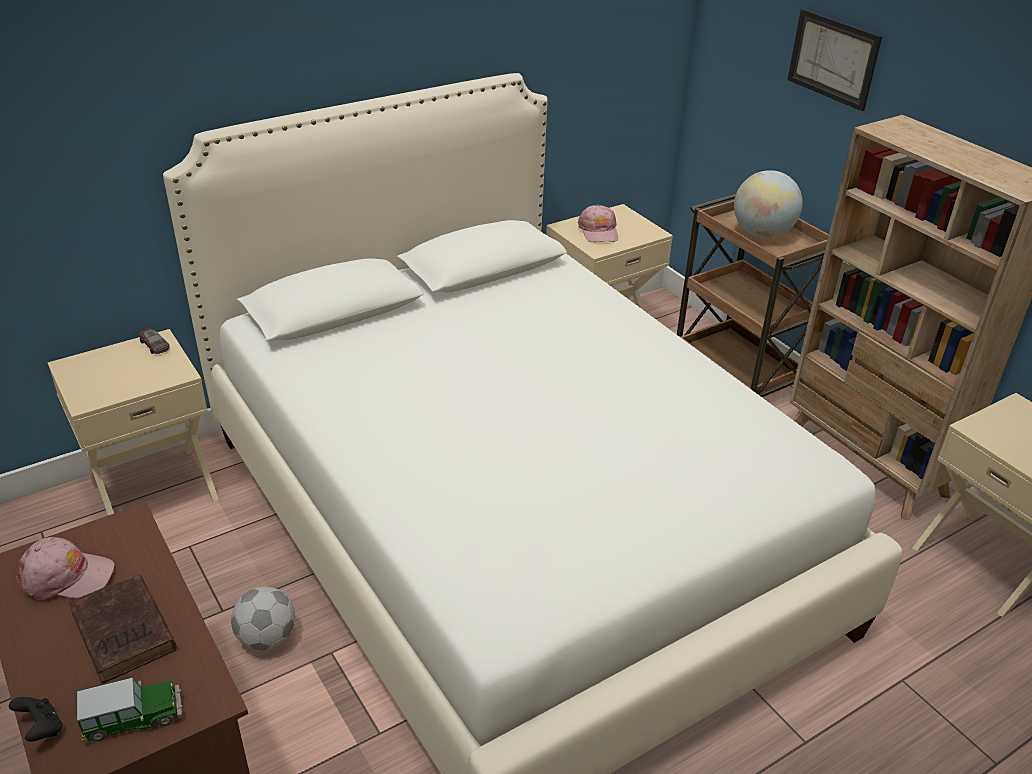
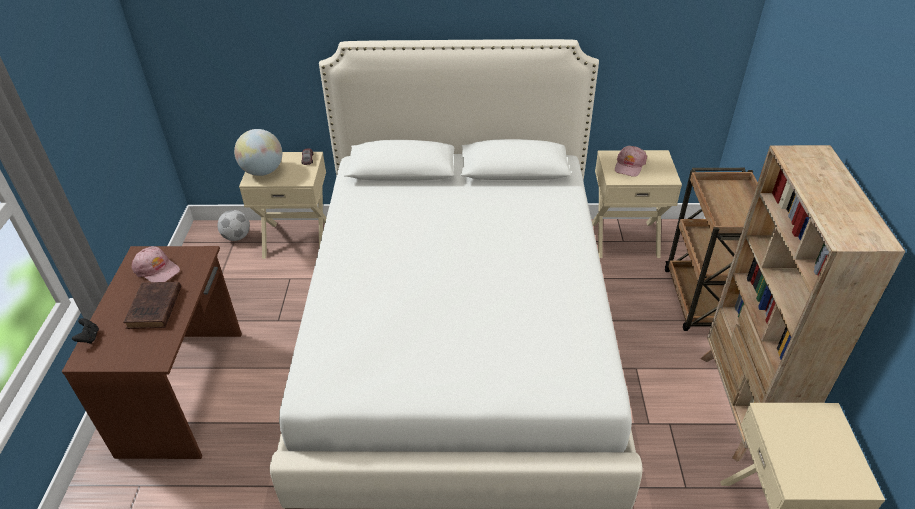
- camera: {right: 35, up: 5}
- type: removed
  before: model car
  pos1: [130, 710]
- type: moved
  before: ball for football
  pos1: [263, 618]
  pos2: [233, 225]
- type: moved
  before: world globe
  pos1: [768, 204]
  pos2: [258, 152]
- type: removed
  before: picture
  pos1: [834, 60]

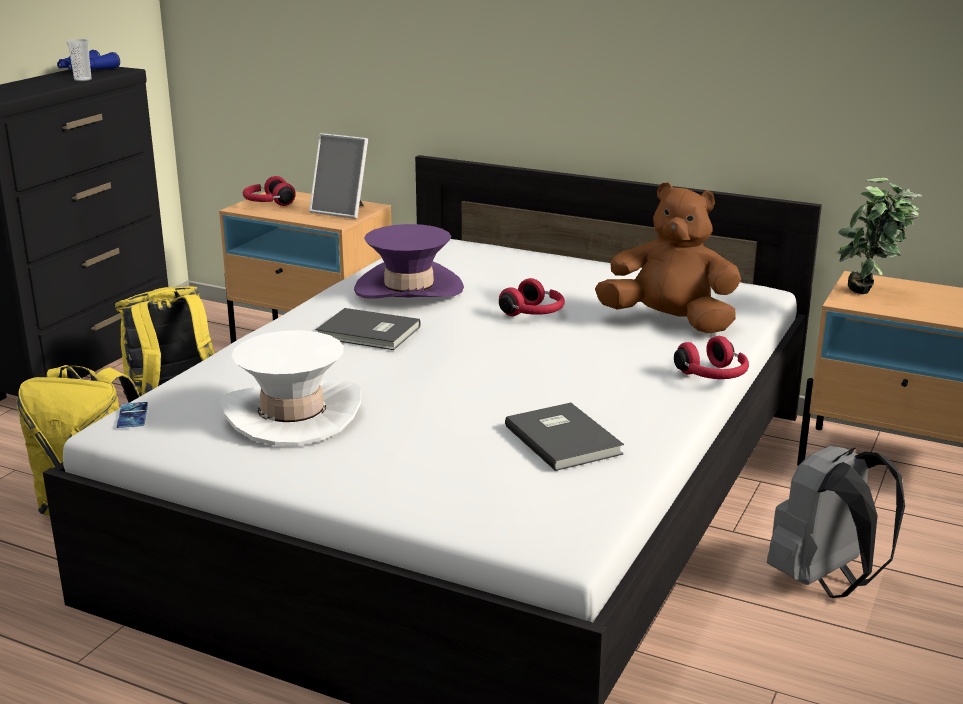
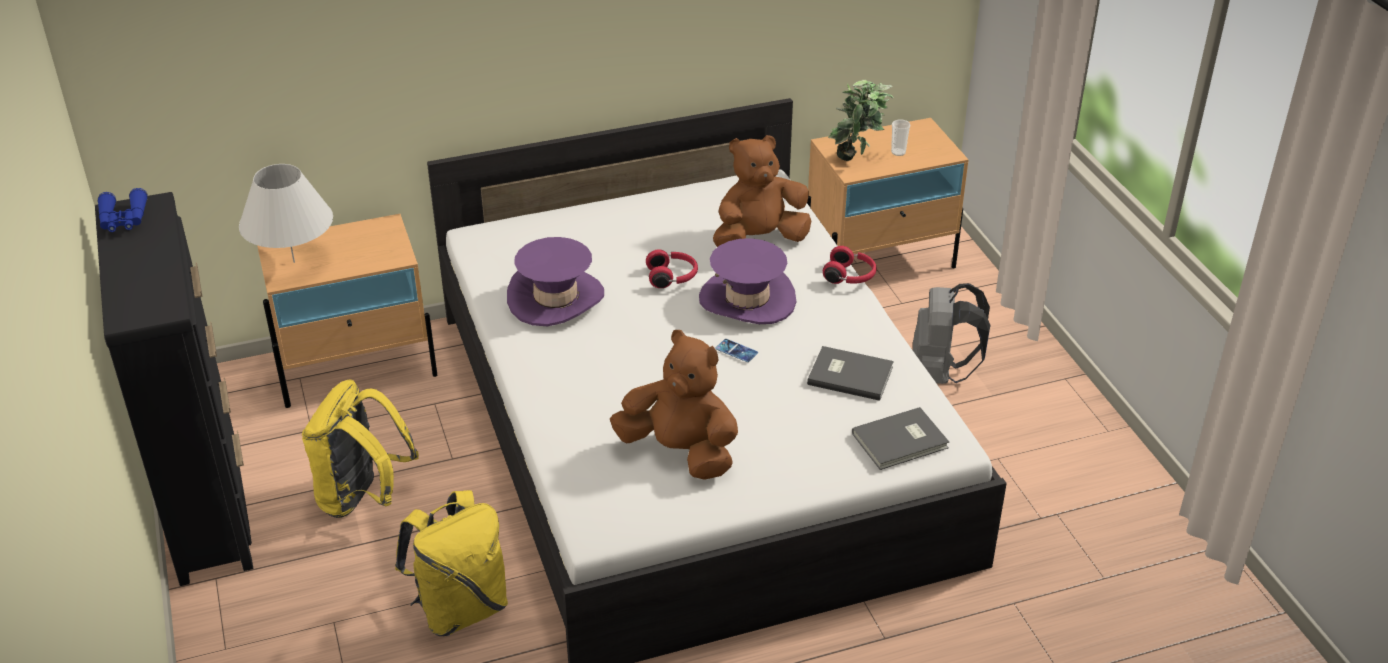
- camera: {right: -45, up: 15}
- type: moved
  before: drinking cup
  pos1: [79, 60]
  pos2: [901, 137]
- type: moved
  before: handset
  pos1: [132, 415]
  pos2: [737, 350]
- type: replaced
  before: white wearable hat
  after: brown soft toy
  pos1: [290, 388]
  pos2: [674, 405]
- type: replaced
  before: red pair of headphones
  after: white lamp for a table
  pos1: [269, 191]
  pos2: [286, 213]
- type: removed
  before: standing frame
  pos1: [338, 176]
- type: moved
  before: greyish bound book
  pos1: [368, 329]
  pos2: [900, 438]
- type: added
  after: purple wearable hat
  pos2: [747, 281]

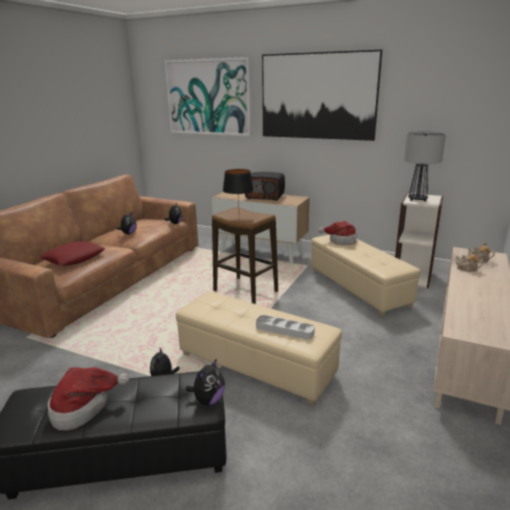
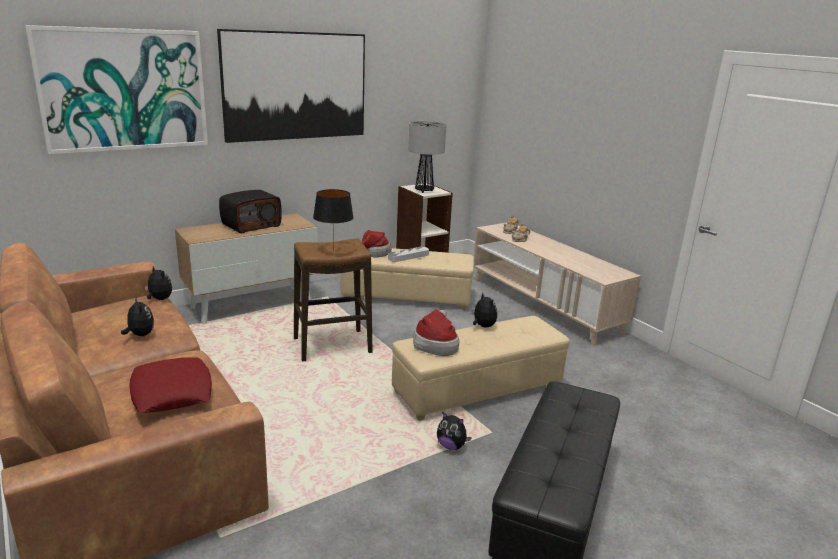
- camera: {right: -60, up: 0}
- type: moved
  before: wearable hat
  pos1: [88, 398]
  pos2: [436, 333]
- type: moved
  before: soft toy
  pos1: [205, 381]
  pos2: [484, 310]
- type: moved
  before: greyish tray
  pos1: [285, 327]
  pos2: [408, 254]

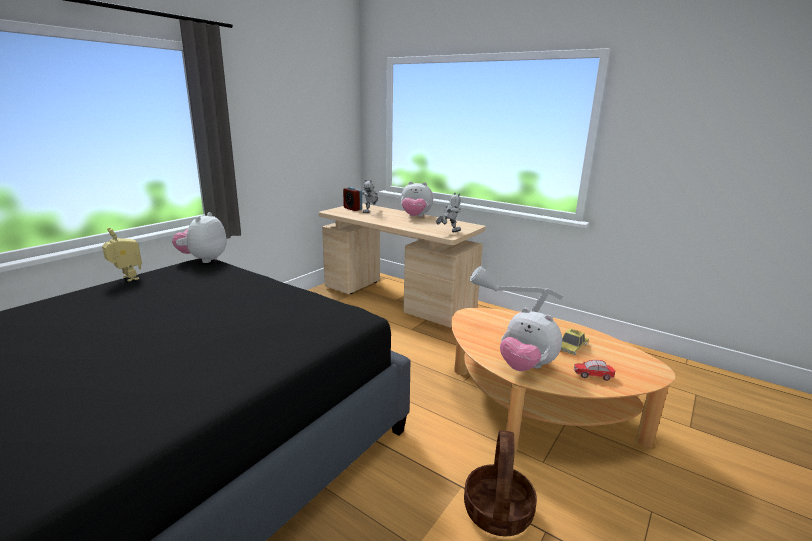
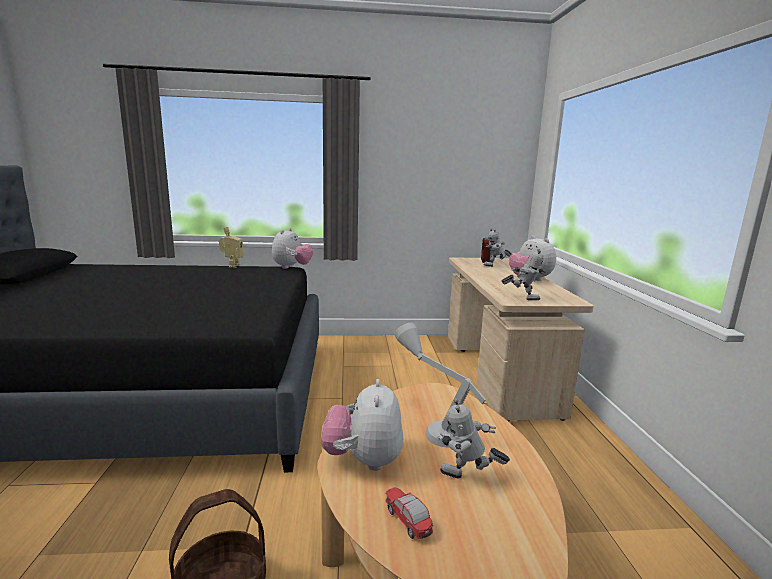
- camera: {right: 50, up: -5}
- type: turned
  before: soft toy
  pos1: [199, 237]
  pos2: [292, 248]
  turn: 135
- type: replaced
  before: model car
  after: model robot
  pos1: [575, 341]
  pos2: [474, 438]

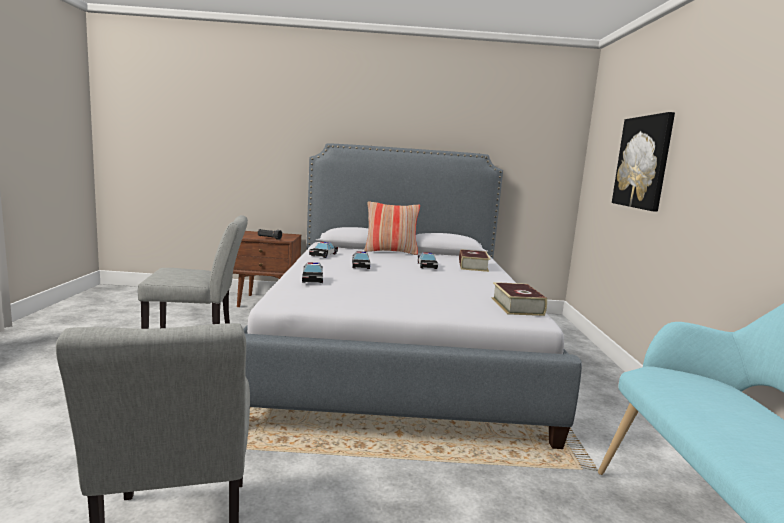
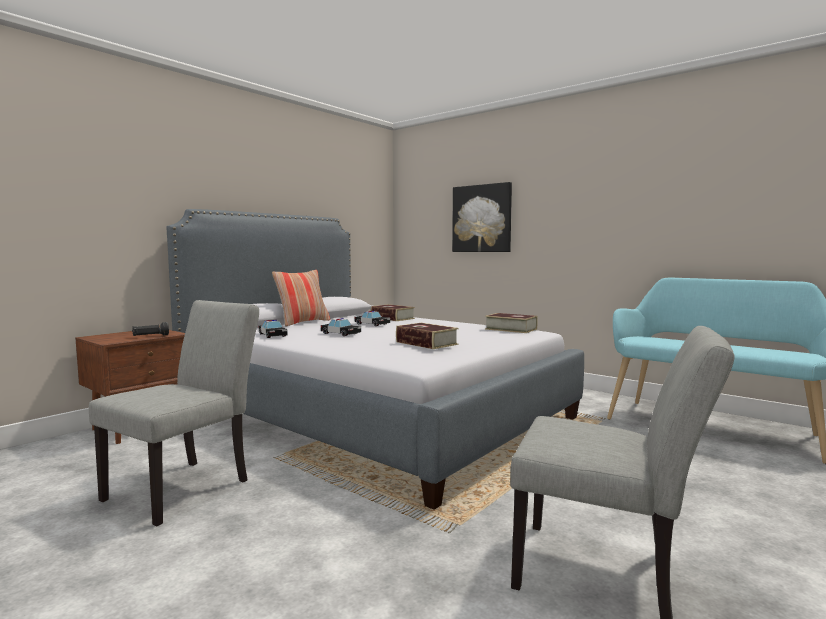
- camera: {right: -50, up: -5}
- type: removed
  before: model car
  pos1: [312, 272]
- type: added
  after: bound book
  pos2: [427, 336]

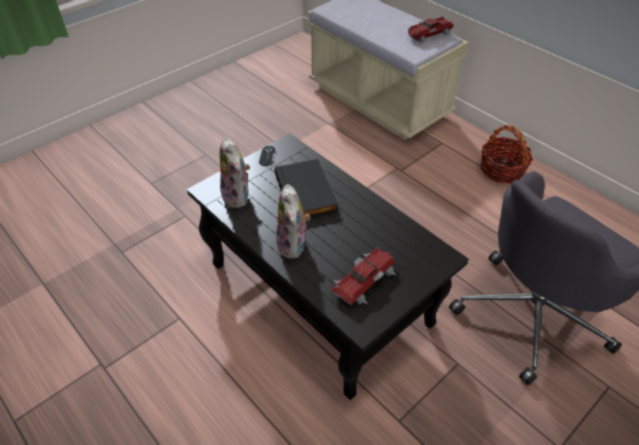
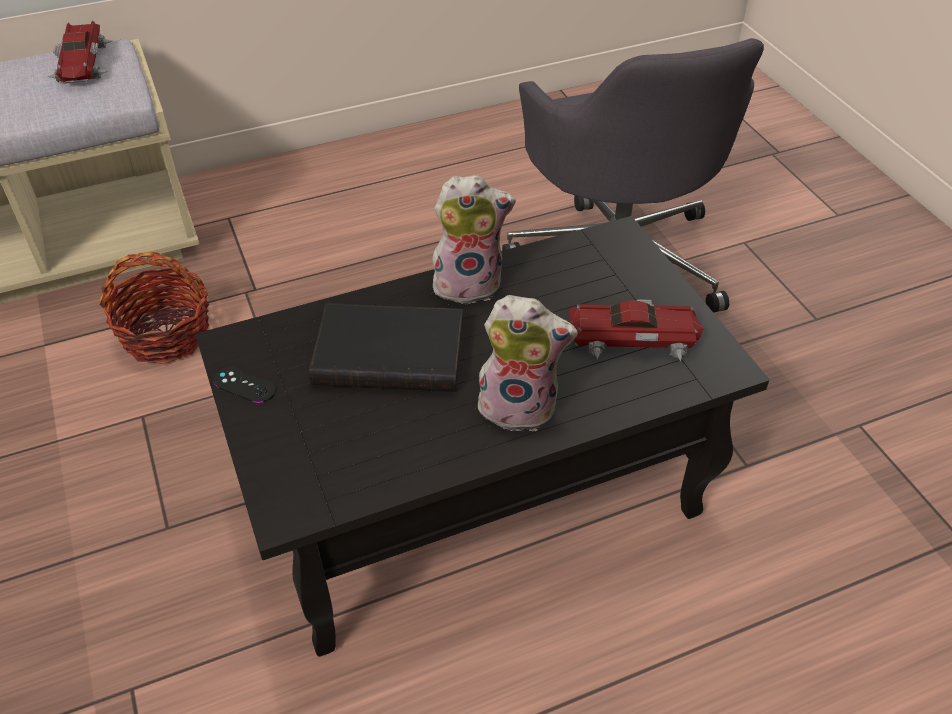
- camera: {right: -70, up: 0}
- type: moved
  before: soft toy
  pos1: [235, 172]
  pos2: [474, 240]
- type: turned
  before: model car
  pos1: [364, 276]
  pos2: [637, 330]
  turn: 120
- type: moved
  before: storage basket
  pos1: [507, 154]
  pos2: [154, 308]

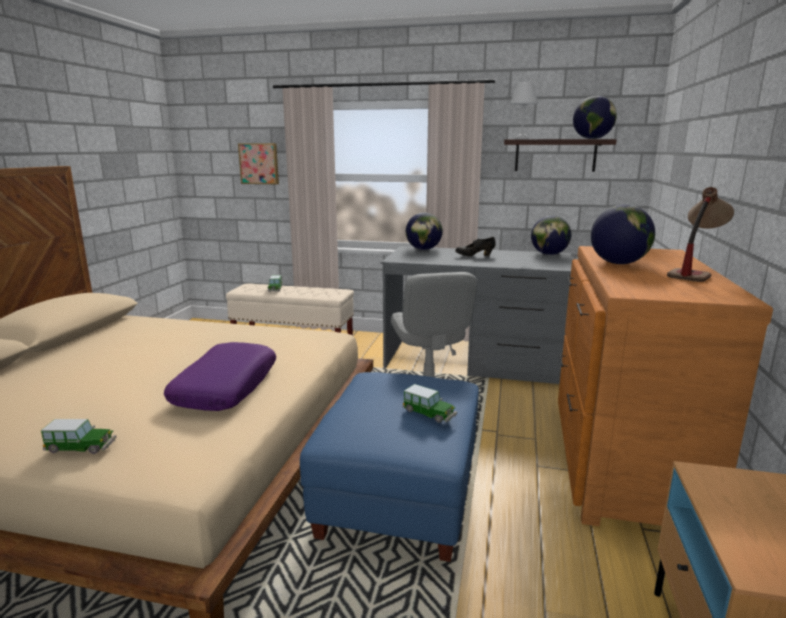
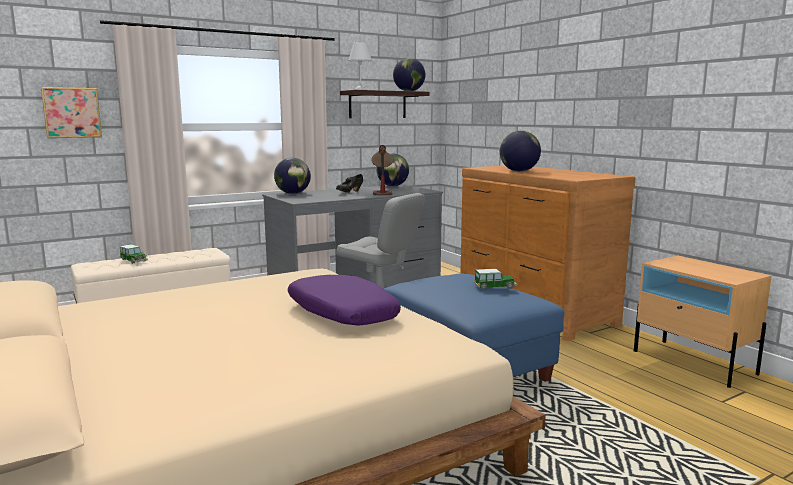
- camera: {right: -45, up: -5}
- type: removed
  before: model car
  pos1: [79, 436]
- type: moved
  before: lamp for a table
  pos1: [700, 234]
  pos2: [382, 170]

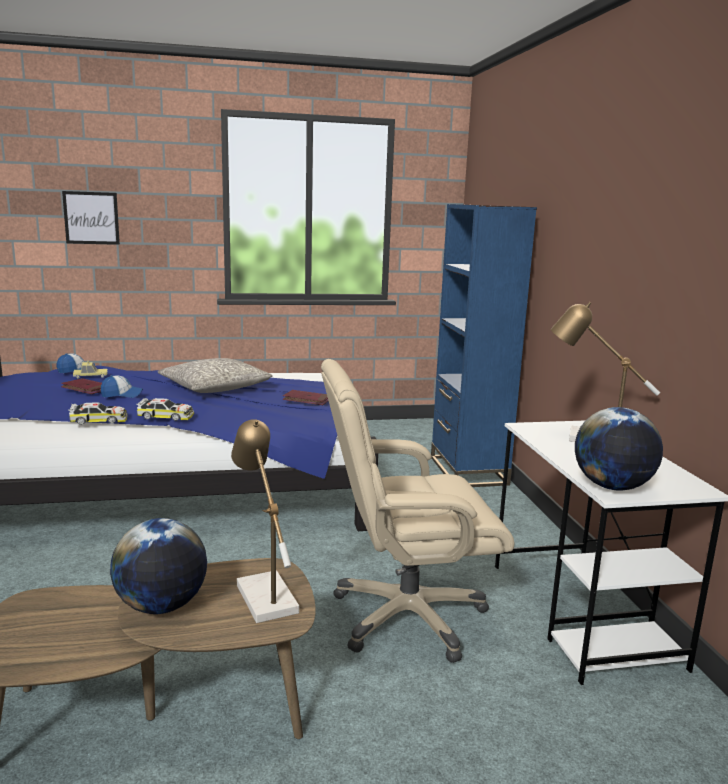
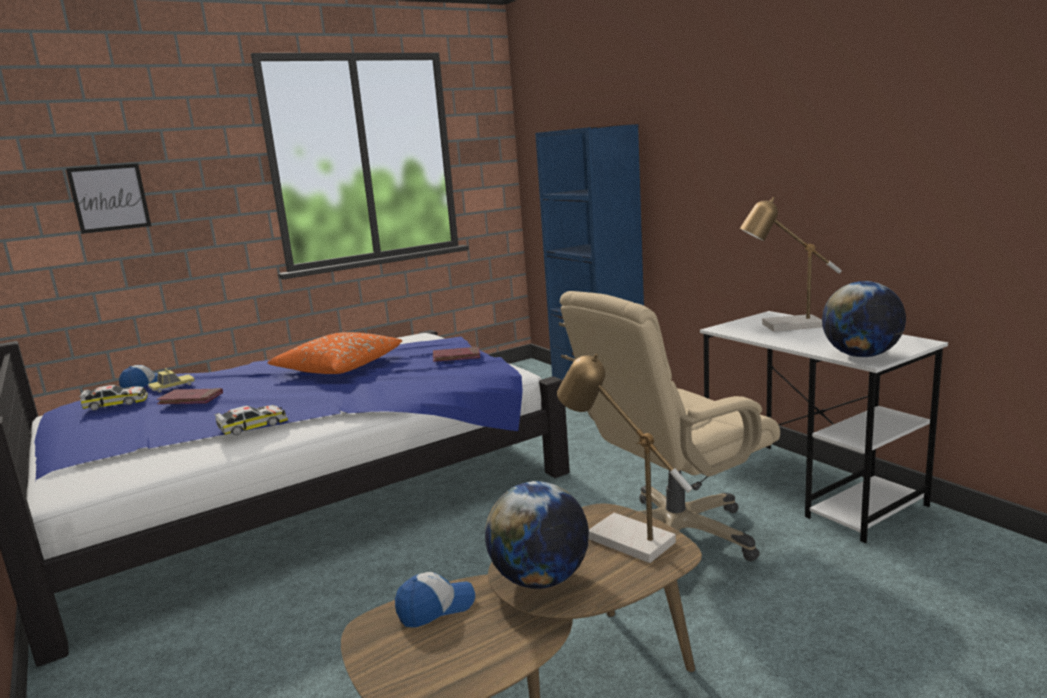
- camera: {right: -20, up: 0}
- type: moved
  before: baseball cap
  pos1: [122, 386]
  pos2: [435, 599]
- type: moved
  before: model car
  pos1: [165, 409]
  pos2: [113, 397]
- type: recoloured
  before: greyish pillow
  after: orange-coloured pillow
  pos1: [215, 375]
  pos2: [335, 353]

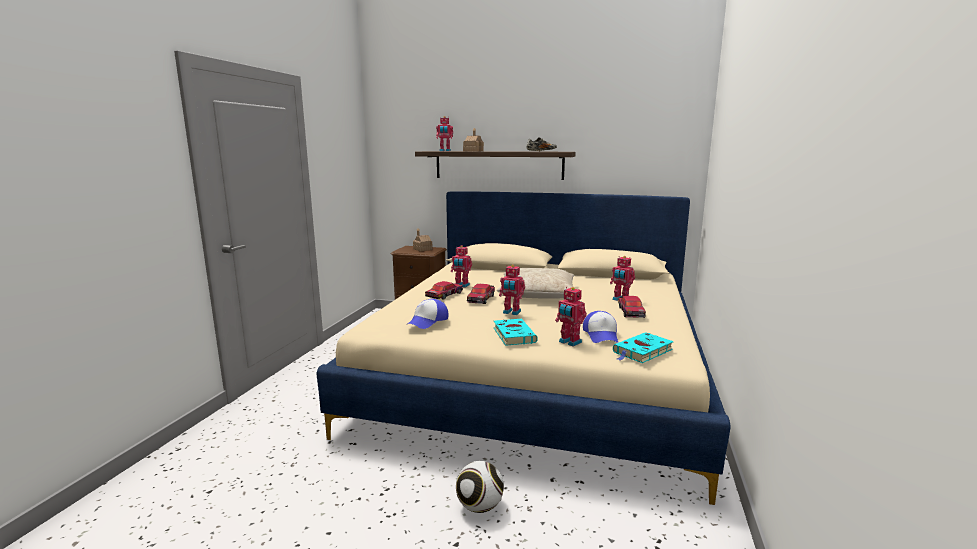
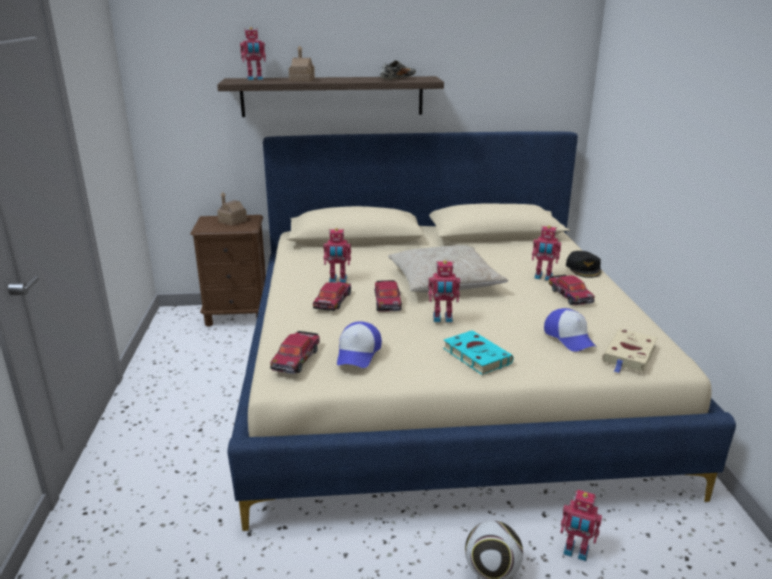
- camera: {right: -20, up: 10}
- type: moved
  before: model robot
  pos1: [571, 317]
  pos2: [581, 525]
- type: recoloured
  before: turquoise-coloured bound book
  after: sand-coloured bound book
  pos1: [643, 347]
  pos2: [630, 351]
- type: added
  after: model car
  pos2: [295, 352]
- type: added
  after: blackish baseball cap
  pos2: [584, 264]

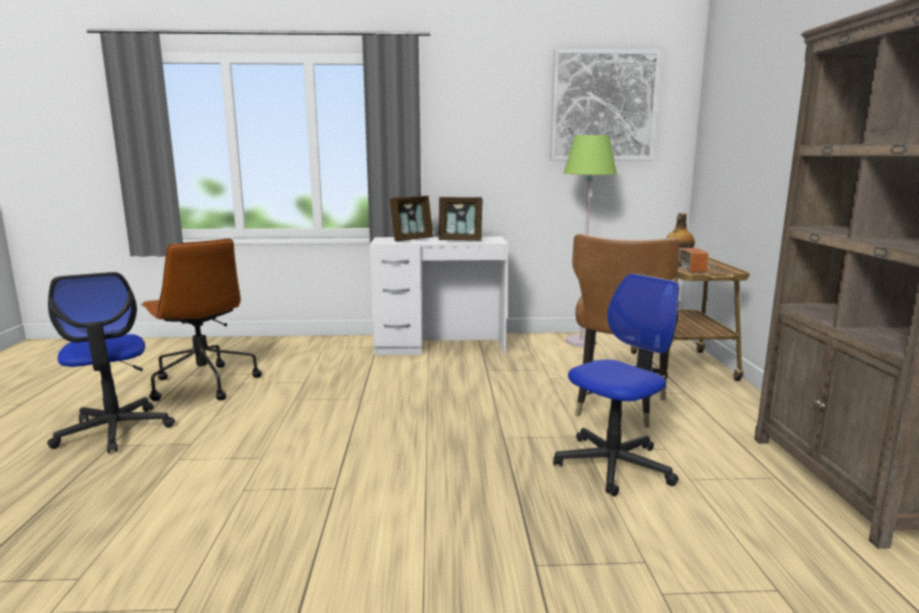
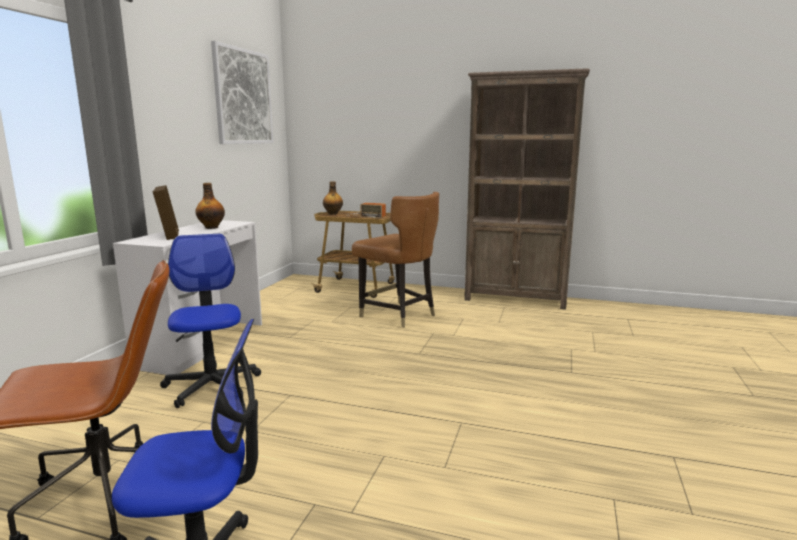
- camera: {right: -70, up: 0}
- type: replaced
  before: standing frame
  after: bottle
  pos1: [460, 219]
  pos2: [210, 206]
- type: moved
  before: computer chair
  pos1: [616, 385]
  pos2: [210, 321]
- type: removed
  before: green standard lamp
  pos1: [590, 241]

